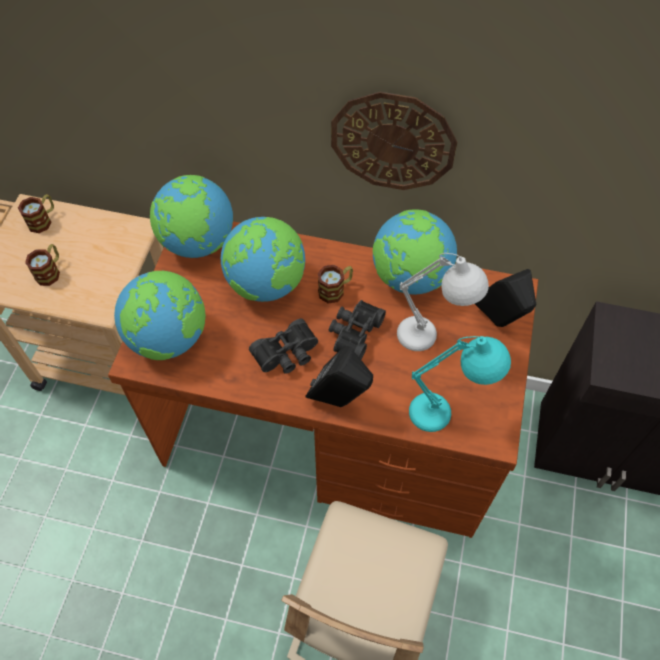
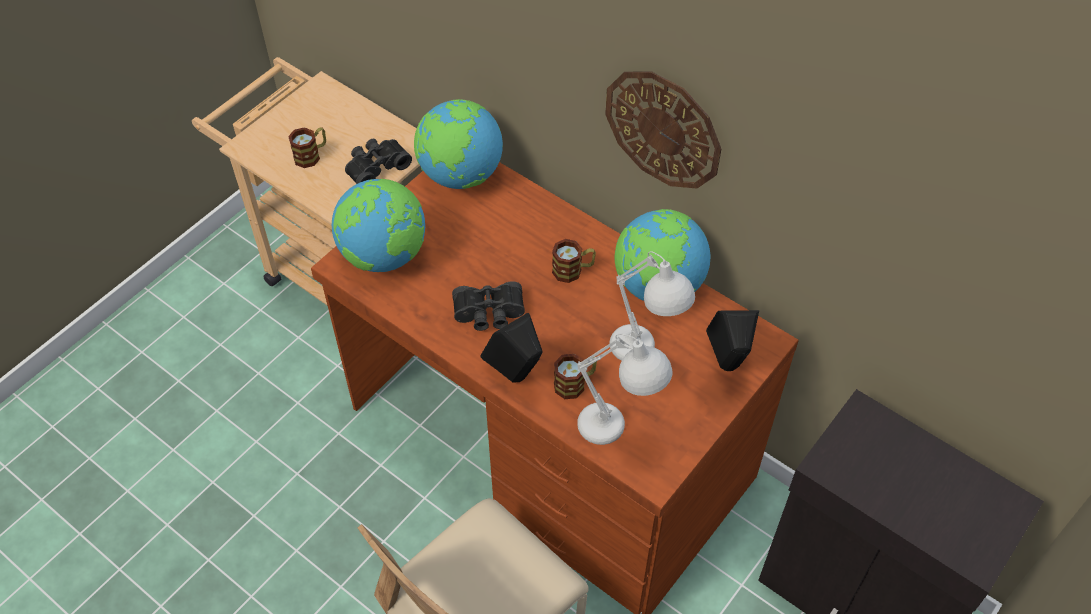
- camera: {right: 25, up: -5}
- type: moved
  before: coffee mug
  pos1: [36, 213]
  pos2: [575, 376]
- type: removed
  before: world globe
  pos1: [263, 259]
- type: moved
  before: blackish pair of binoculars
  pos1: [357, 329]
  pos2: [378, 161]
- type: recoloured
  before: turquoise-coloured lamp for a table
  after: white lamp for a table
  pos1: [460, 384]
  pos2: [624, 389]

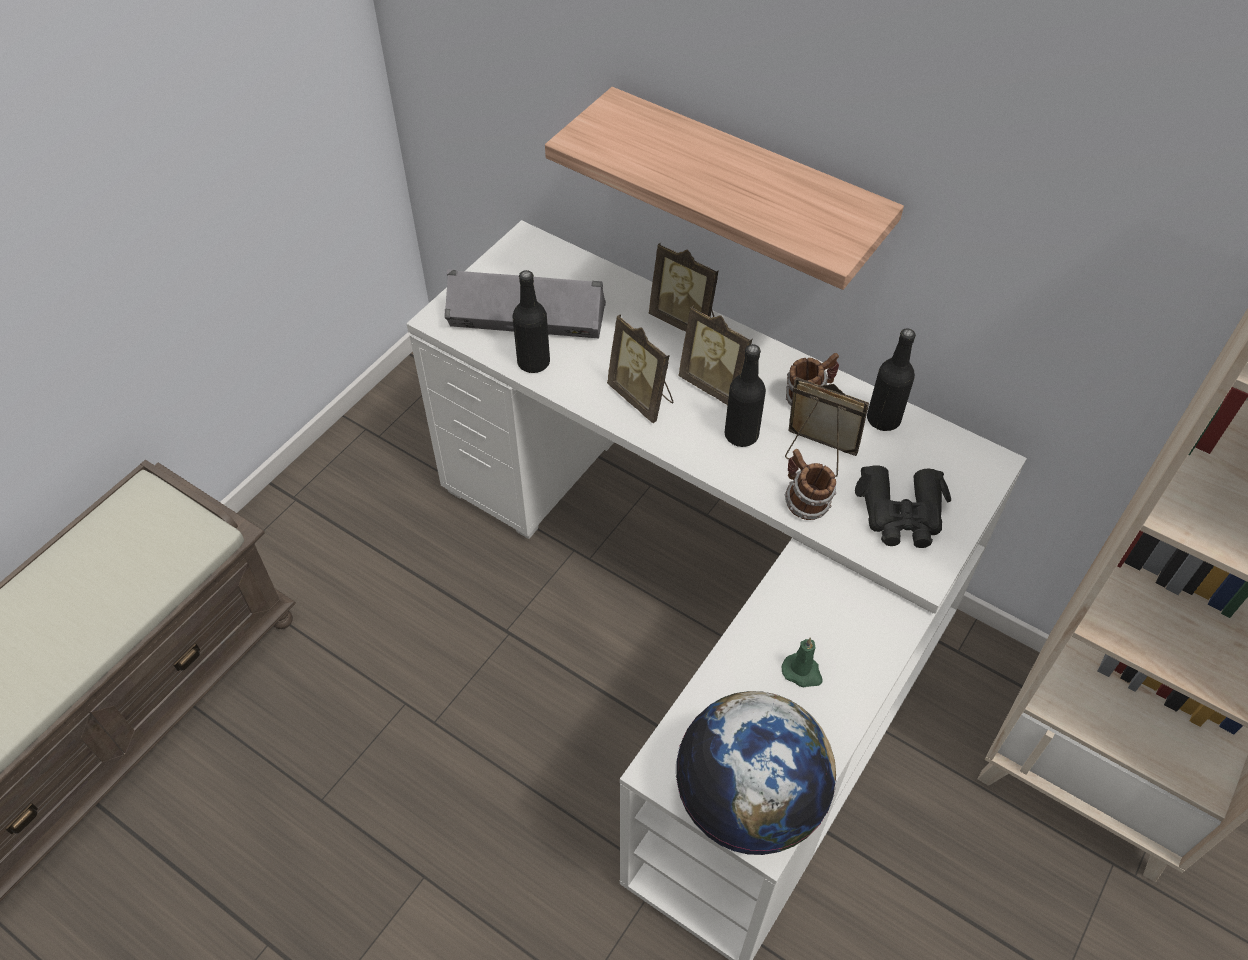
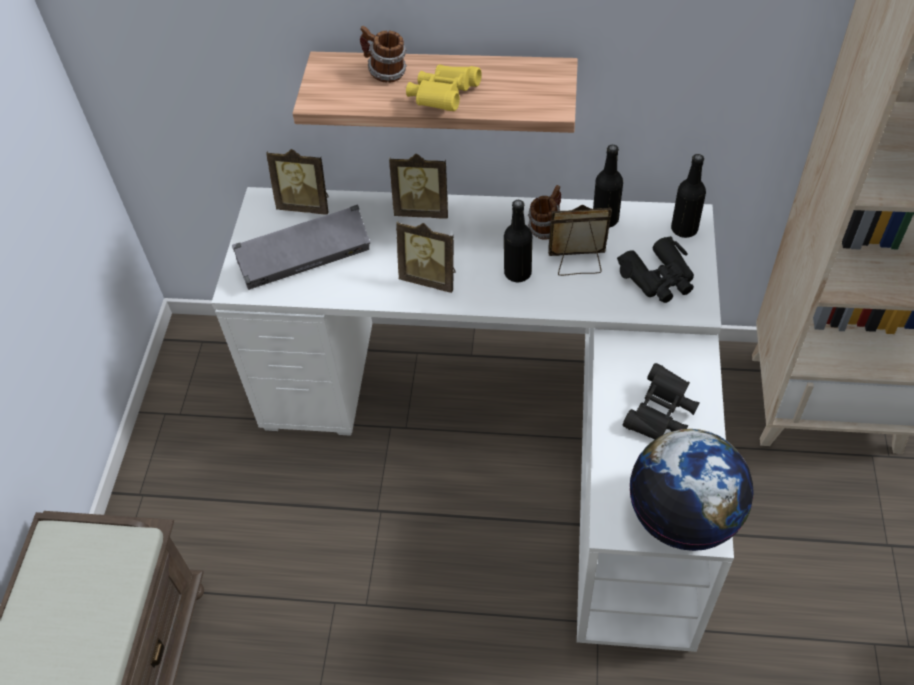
- camera: {right: -25, up: 0}
- type: moved
  before: blackish bottle
  pos1: [531, 321]
  pos2: [688, 196]
- type: moved
  before: standing frame
  pos1: [715, 355]
  pos2: [297, 182]
- type: replaced
  before: green candle
  after: blackish pair of binoculars
  pos1: [802, 662]
  pos2: [661, 401]
- type: moved
  before: coffee mug
  pos1: [810, 484]
  pos2: [383, 54]
- type: added
  after: yellow pair of binoculars
  pos2: [444, 87]

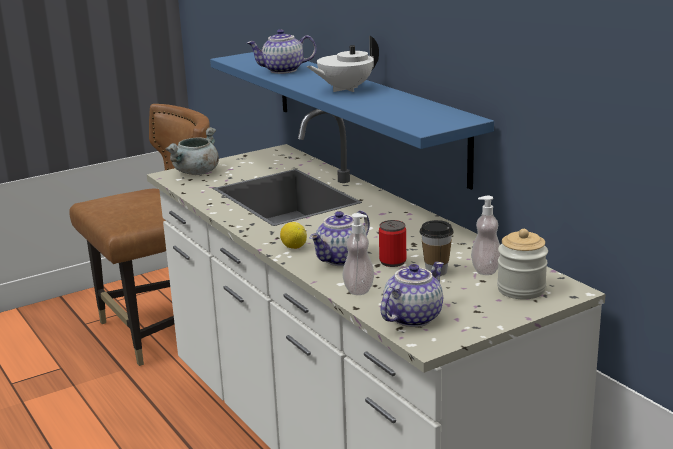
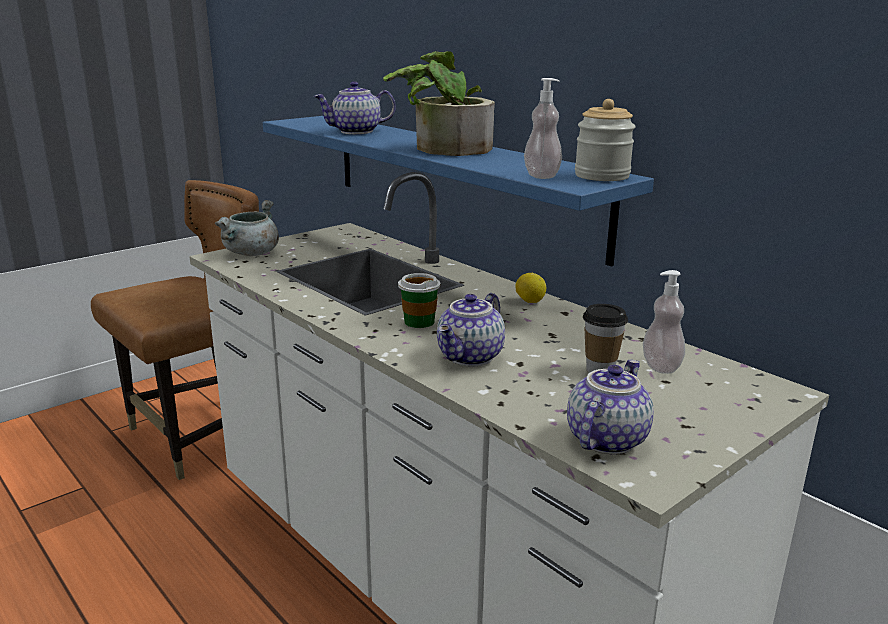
- camera: {right: -10, up: 0}
- type: moved
  before: lemon
  pos1: [293, 235]
  pos2: [530, 288]
- type: replaced
  before: white pot for tea
  after: plant in a pot
  pos1: [342, 63]
  pos2: [439, 103]
- type: moved
  before: liquid soap bottle
  pos1: [358, 254]
  pos2: [543, 128]
- type: removed
  before: sealed can
  pos1: [392, 243]
- type: moved
  before: jar
  pos1: [522, 264]
  pos2: [605, 140]
- type: added
  after: drinking cup
  pos2: [419, 300]

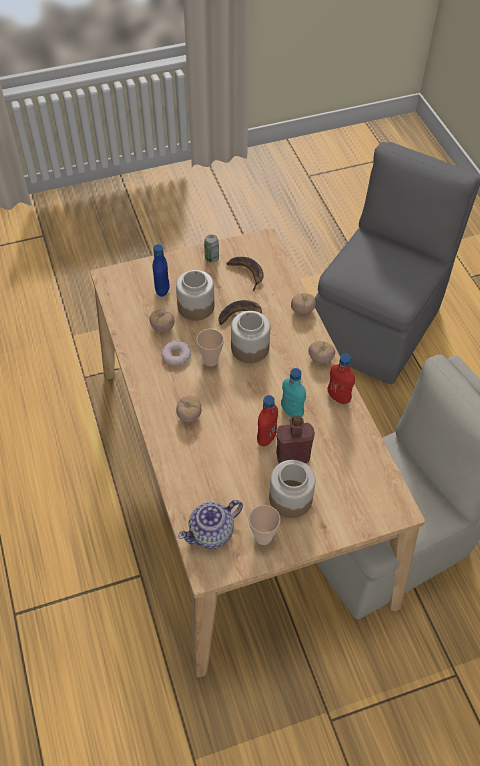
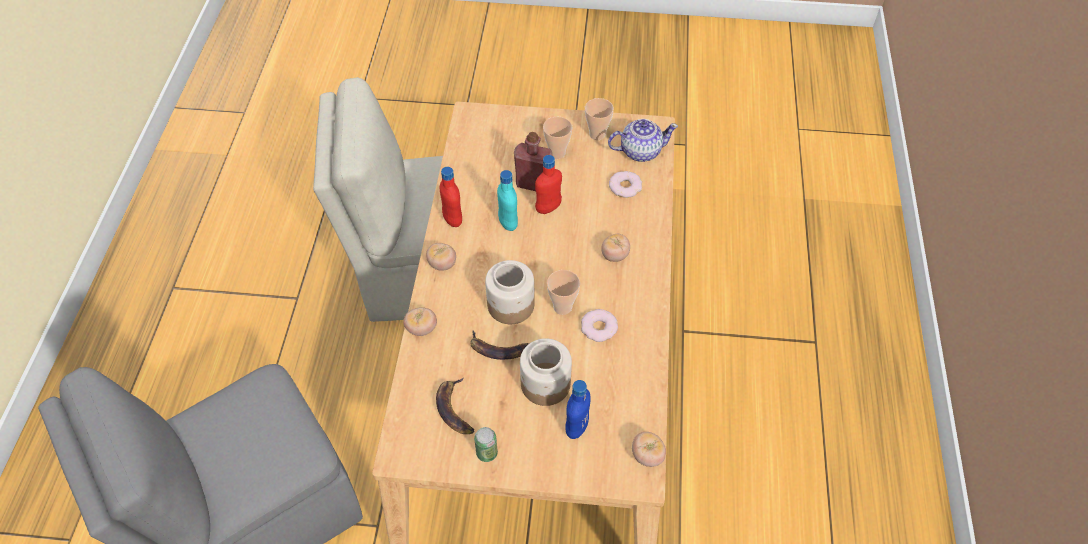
- camera: {right: -155, up: 0}
- type: moved
  before: tomato
  pos1: [161, 321]
  pos2: [649, 449]
- type: replaced
  before: jar
  after: drinking cup
  pos1: [292, 489]
  pos2: [557, 138]
- type: added
  after: donut
  pos2: [625, 184]

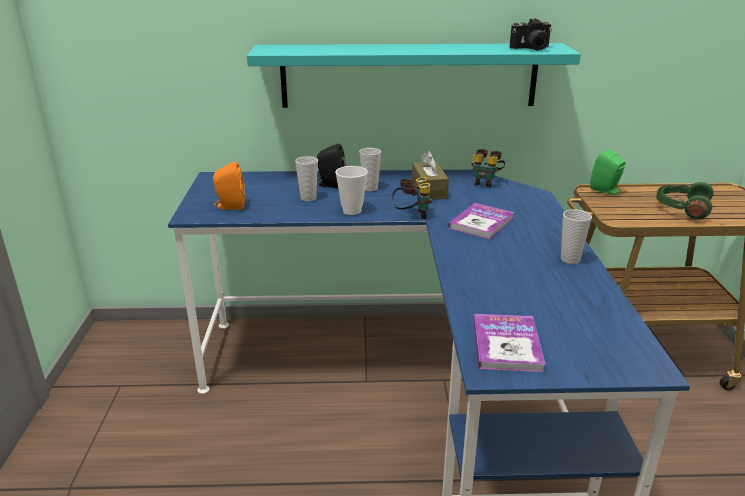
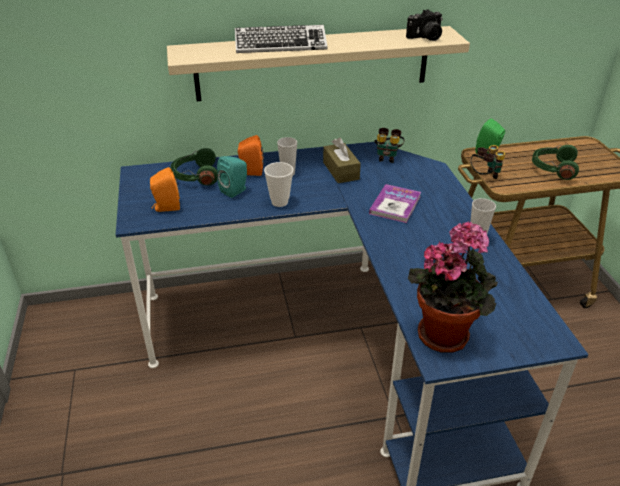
- camera: {right: -10, up: 10}
- type: recoloured
  before: turquoise-coloured wall shelf
  after: sand-coloured wall shelf
  pos1: [414, 75]
  pos2: [318, 63]
- type: replaced
  before: drinking cup
  after: turquoise-coloured audio speaker
  pos1: [306, 178]
  pos2: [232, 177]
- type: recoloured
  before: blackish audio speaker
  after: orange-coloured audio speaker
  pos1: [331, 166]
  pos2: [251, 155]
- type: moved
  before: pair of binoculars
  pos1: [412, 198]
  pos2: [488, 162]
- type: replaced
  before: bound book
  after: plant in a pot
  pos1: [509, 343]
  pos2: [452, 287]
- type: added
  after: green pair of headphones
  pos2: [194, 167]
- type: added
  after: keyboard
  pos2: [281, 39]

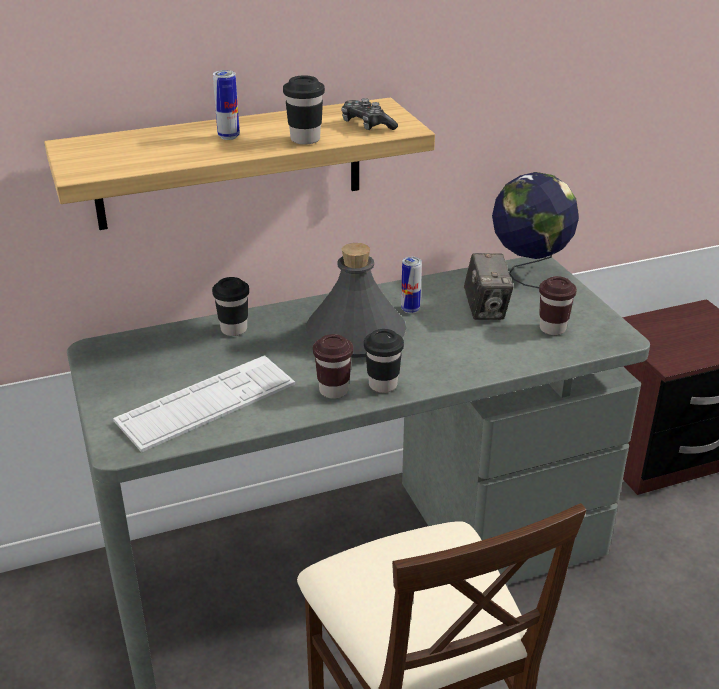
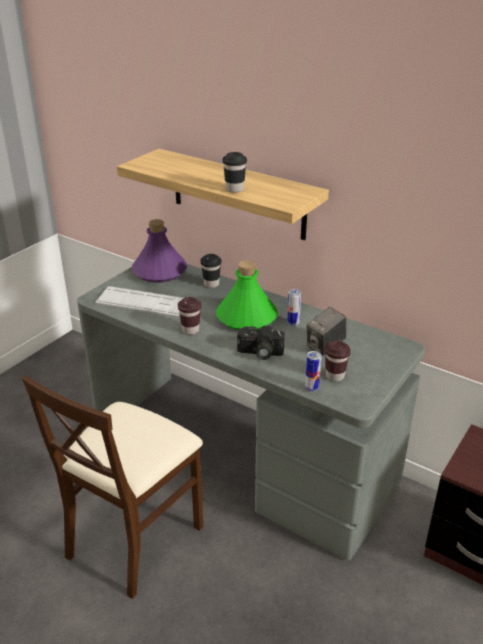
- camera: {right: 55, up: 0}
- type: moved
  before: sealed can
  pos1: [226, 105]
  pos2: [313, 371]
- type: recoloured
  before: greyish bottle
  after: green bottle
  pos1: [356, 300]
  pos2: [247, 295]
- type: removed
  before: joypad
  pos1: [369, 114]
- type: removed
  before: blackish drinking cup
  pos1: [384, 361]
- type: removed
  before: world globe
  pos1: [535, 230]
- type: added
  after: purple bottle
  pos2: [159, 251]
- type: added
  after: still camera
  pos2: [261, 343]

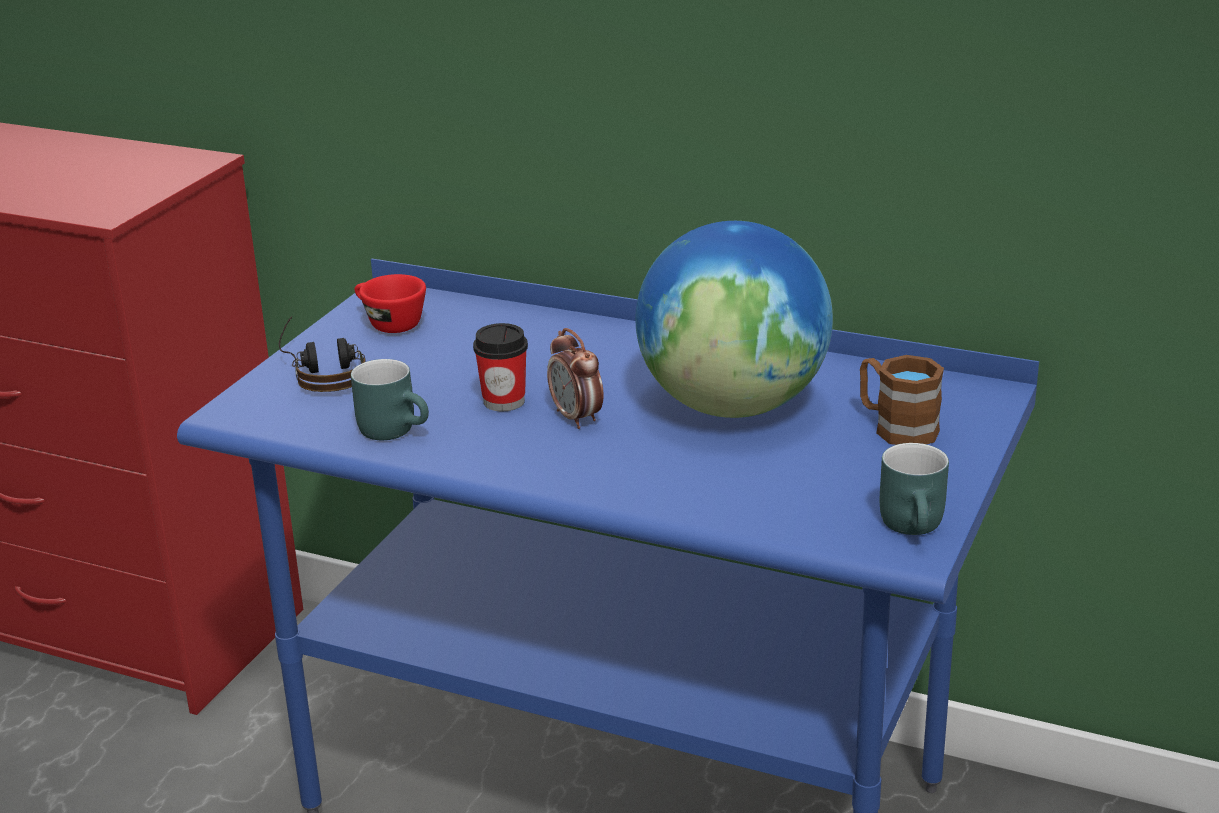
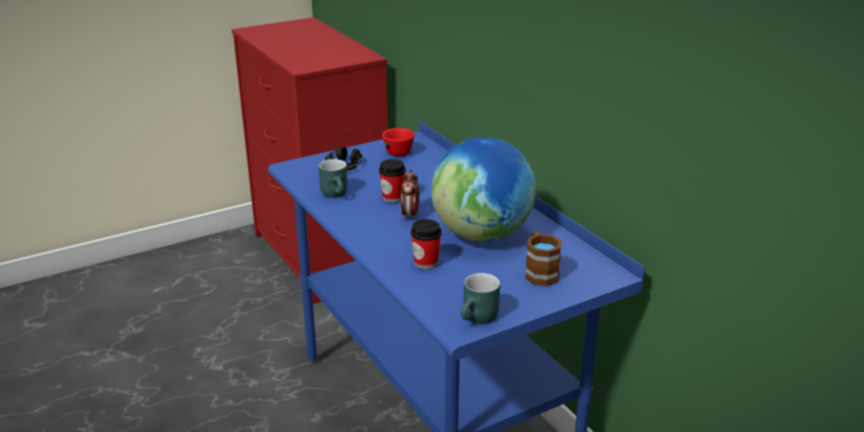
- camera: {right: 35, up: 0}
- type: added
  after: drinking cup
  pos2: [426, 244]

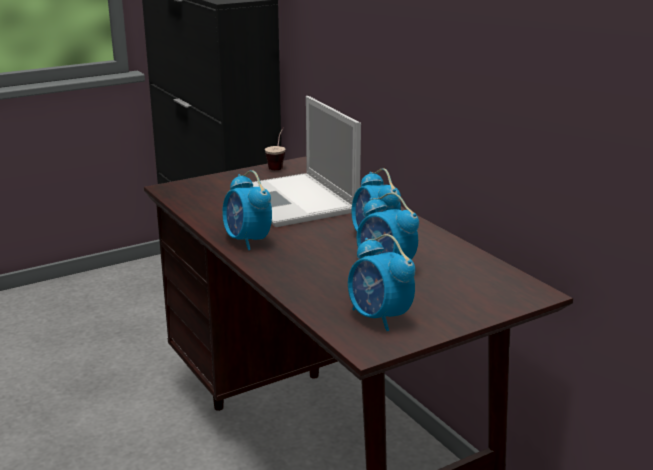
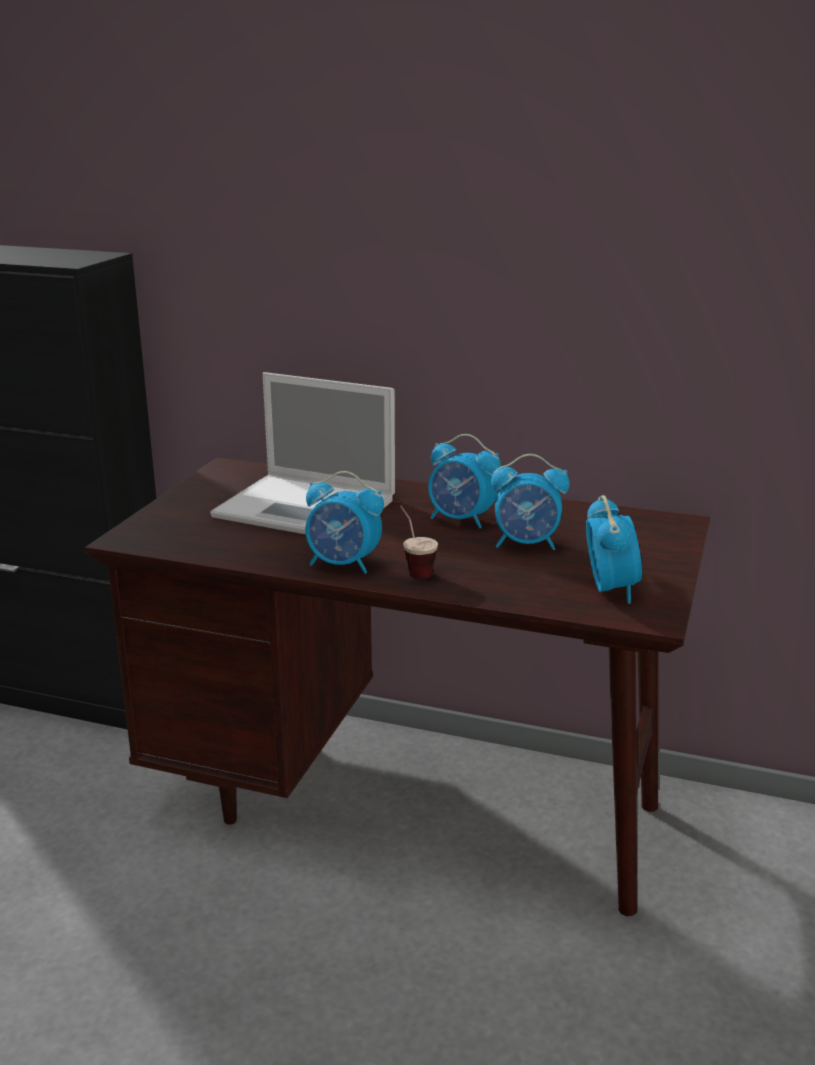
- camera: {right: -40, up: 0}
- type: moved
  before: drinking cup
  pos1: [275, 149]
  pos2: [419, 542]
- type: turned
  before: table clock
  pos1: [382, 282]
  pos2: [614, 549]
  turn: -105

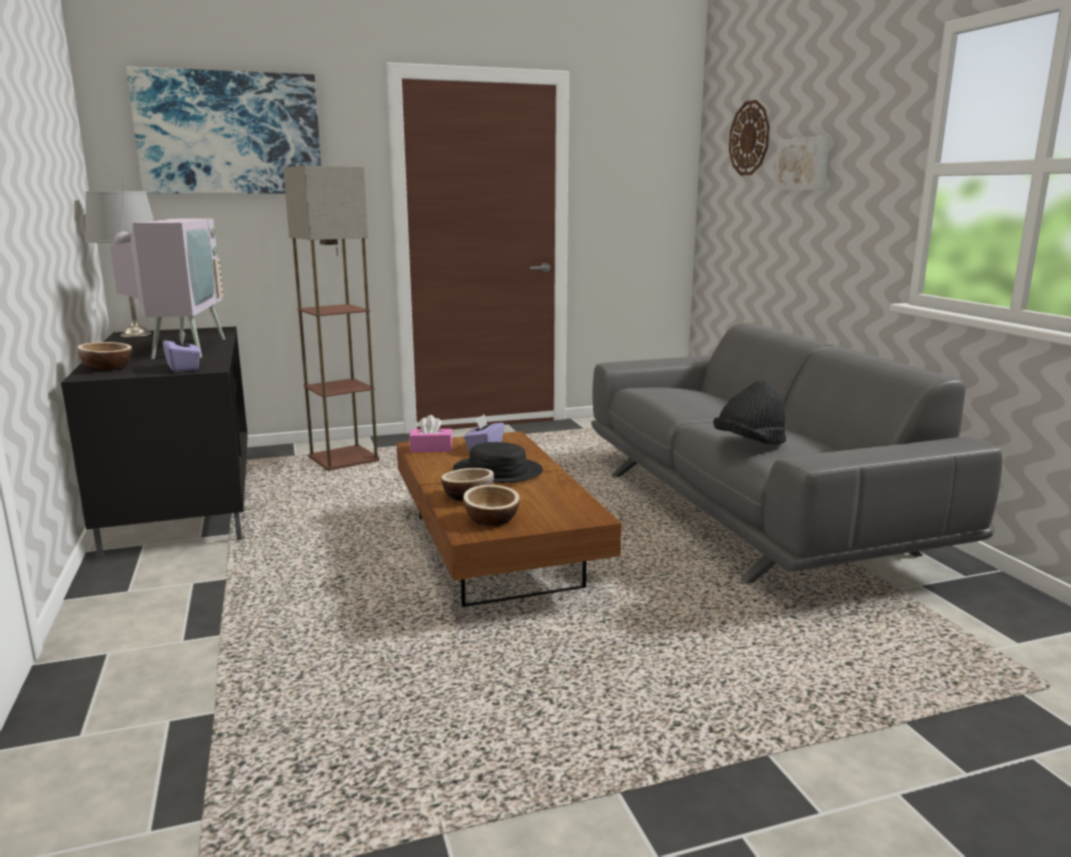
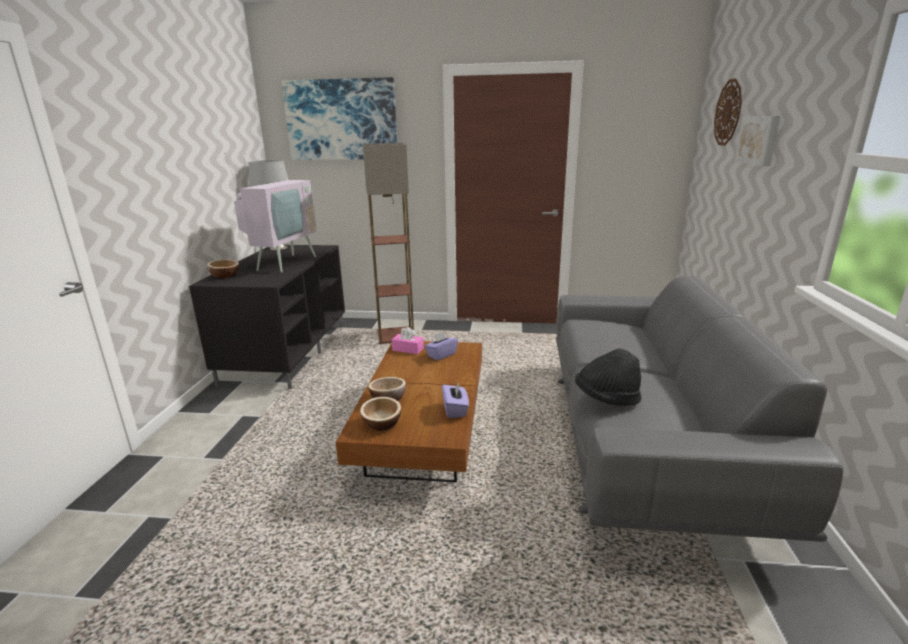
- camera: {right: 25, up: 5}
- type: moved
  before: purple tissue holder
  pos1: [182, 352]
  pos2: [455, 399]
- type: removed
  before: blackish wearable hat
  pos1: [498, 462]

